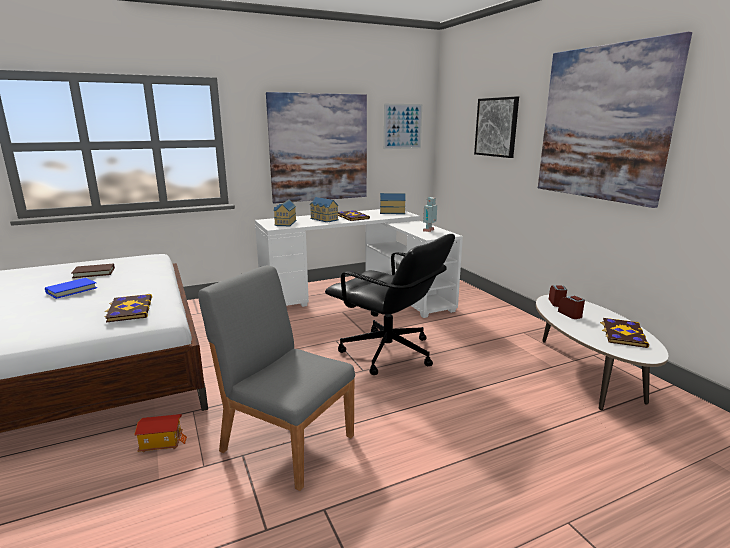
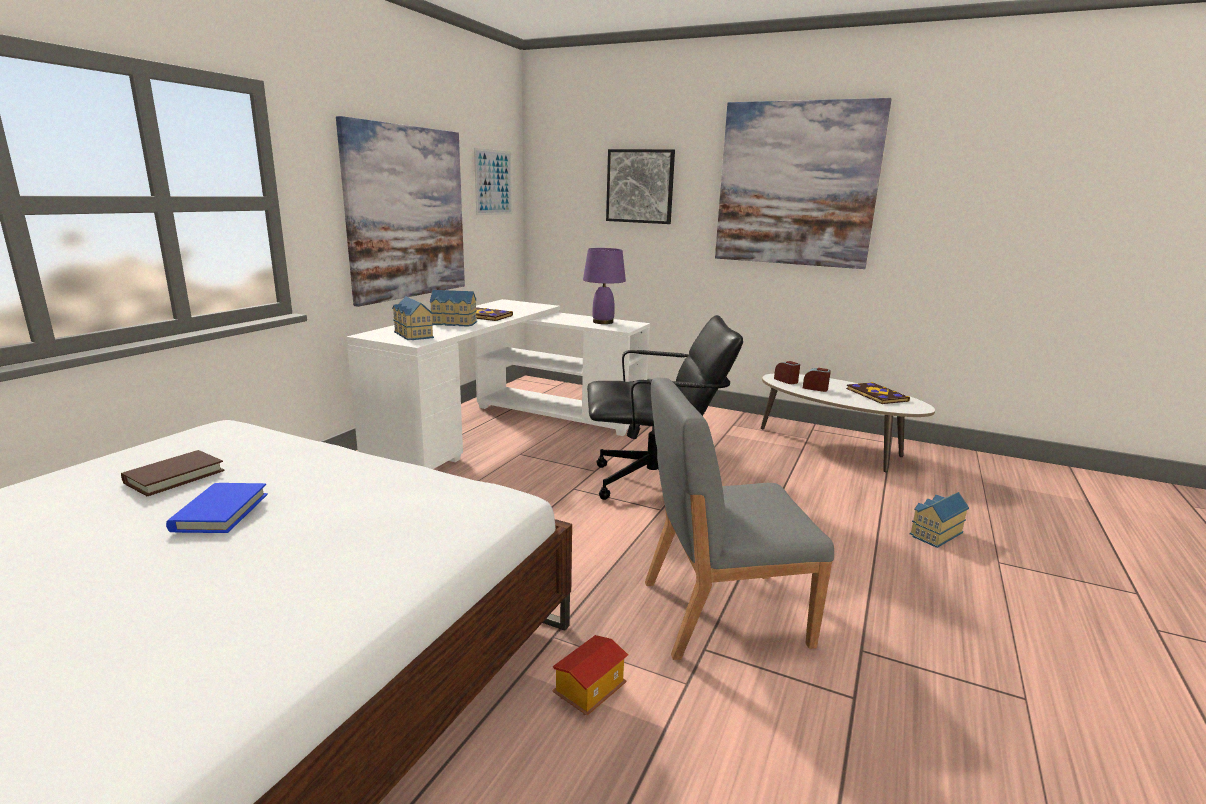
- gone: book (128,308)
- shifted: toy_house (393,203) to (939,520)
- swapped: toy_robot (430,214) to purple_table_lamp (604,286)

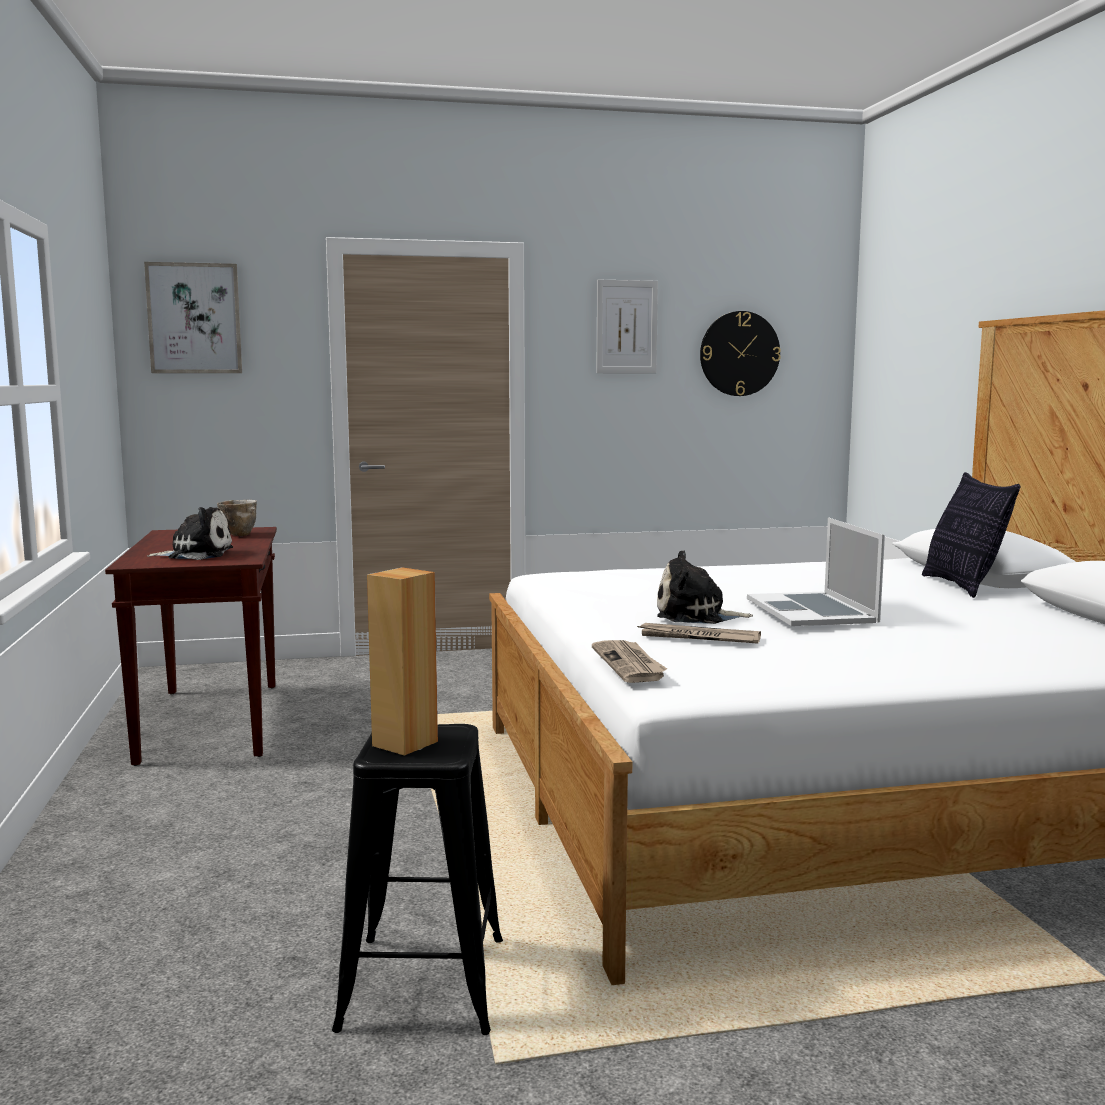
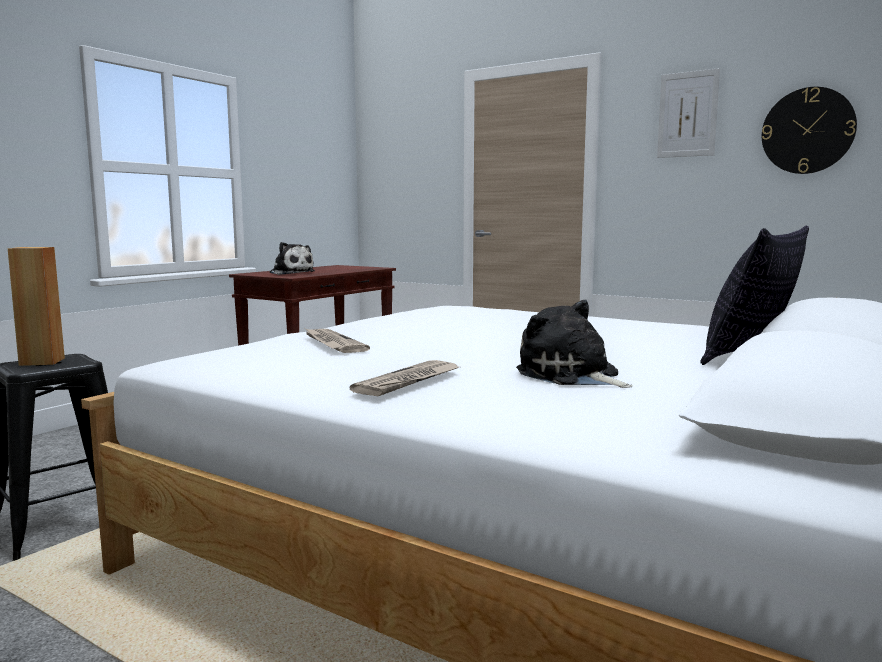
- gone: picture (193,317)
- gone: bowl (237,518)
- gone: laptop (816,571)
- shifted: newspaper (629,661) to (404,378)
- shifted: plush_toy (705,587) to (574,344)

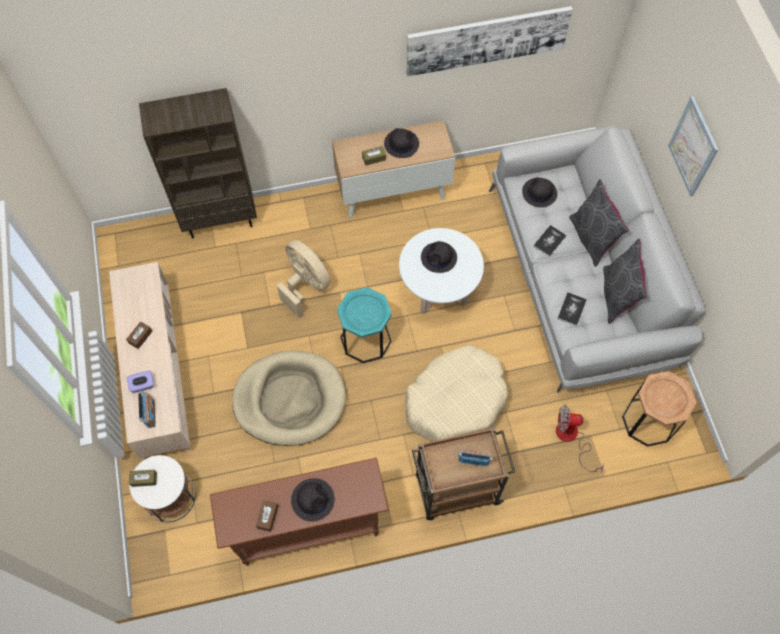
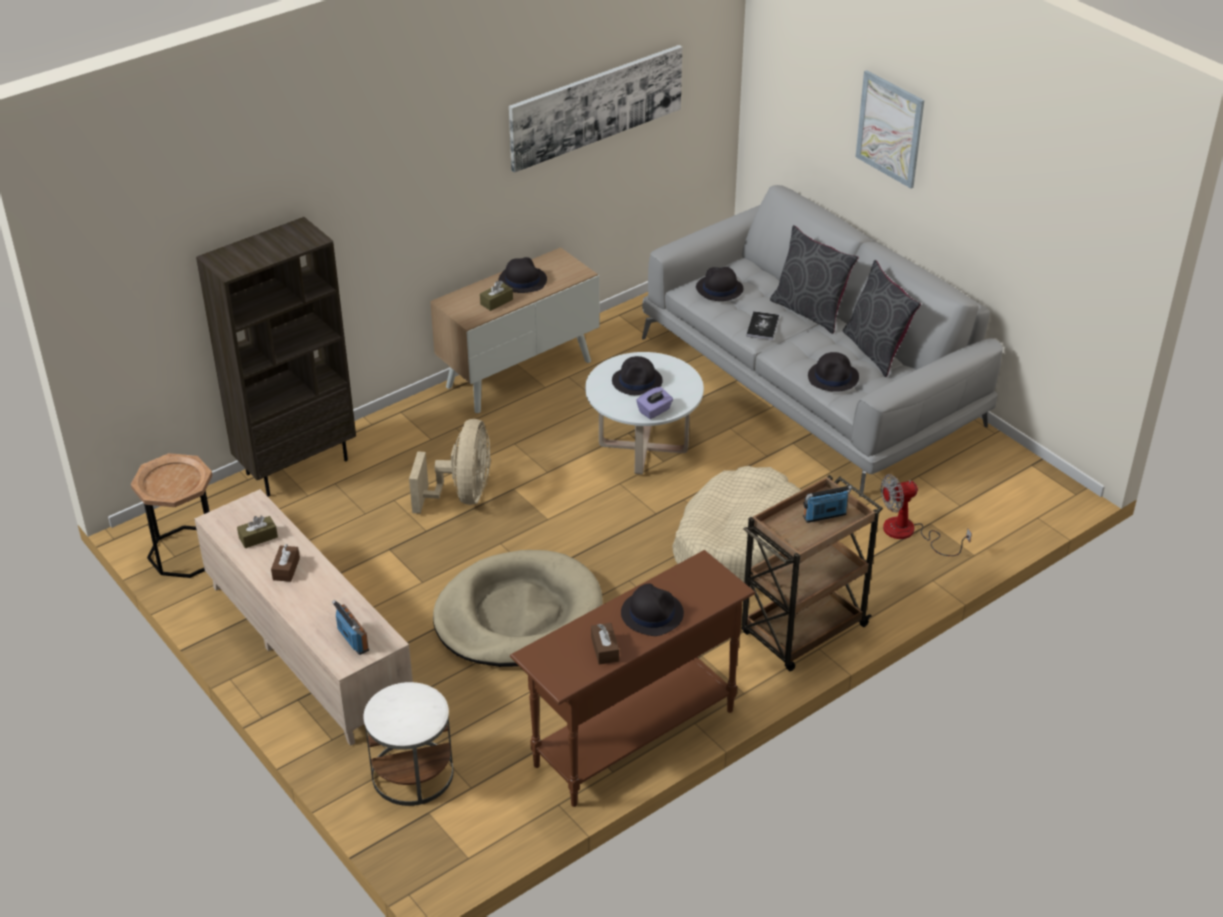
- gone: turquoise_side_table (364,325)
- shifted: purple_tissue_box (140,382) to (654,403)
- shifted: brown_tissue_box (143,478) to (257,532)
- shifted: brown_side_table (659,409) to (172,515)
- swapped: book (572,309) to black_hat (833,372)
- rotated: beige_fan (304,279) = (450,466) 75 degrees clockwise

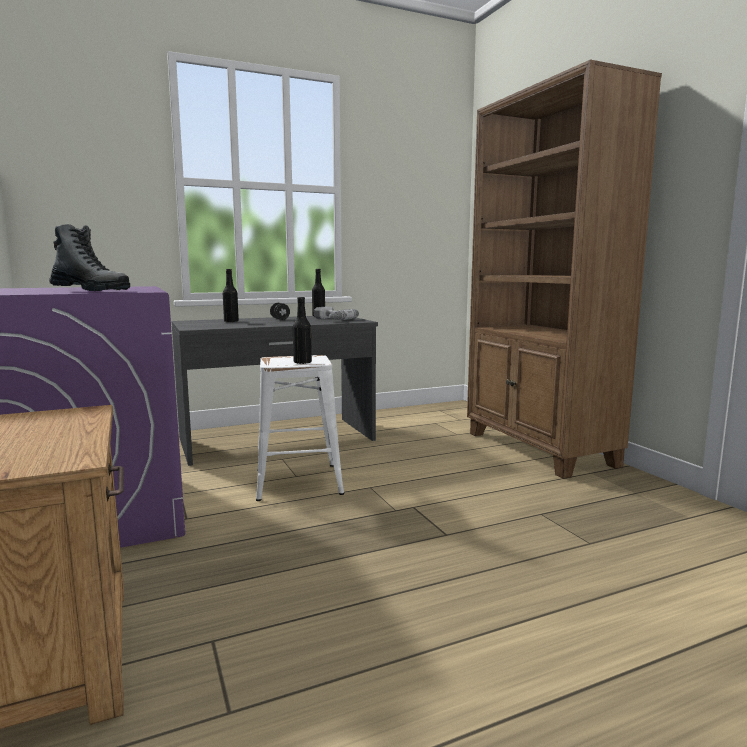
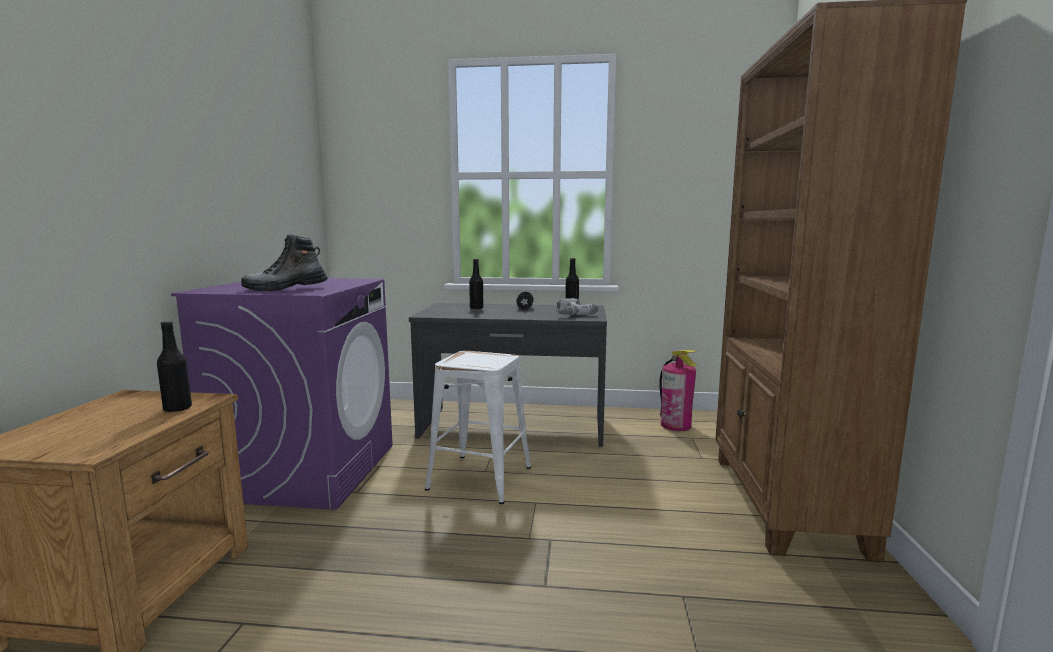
- new: fire_extinguisher (678,390)
- shifted: black_bottle (302,330) to (174,366)
- rotated: boot (89,257) = (284,263) 105 degrees clockwise

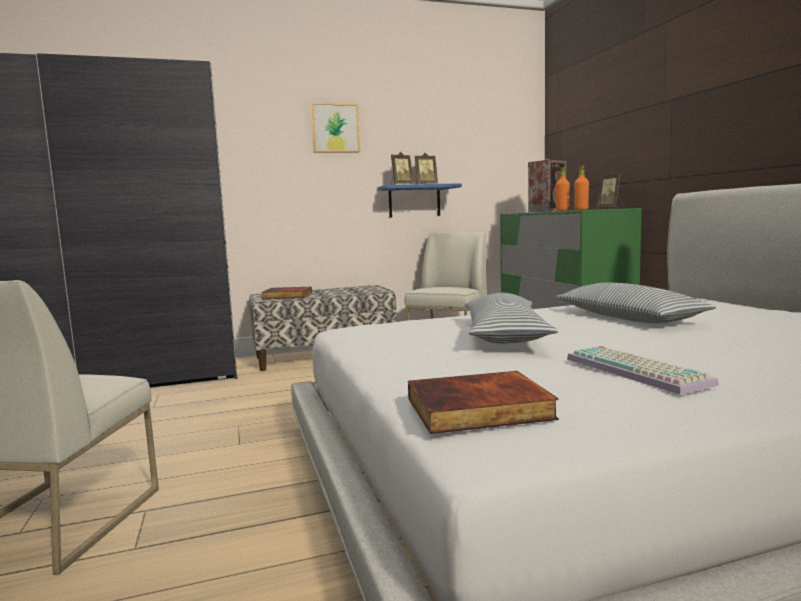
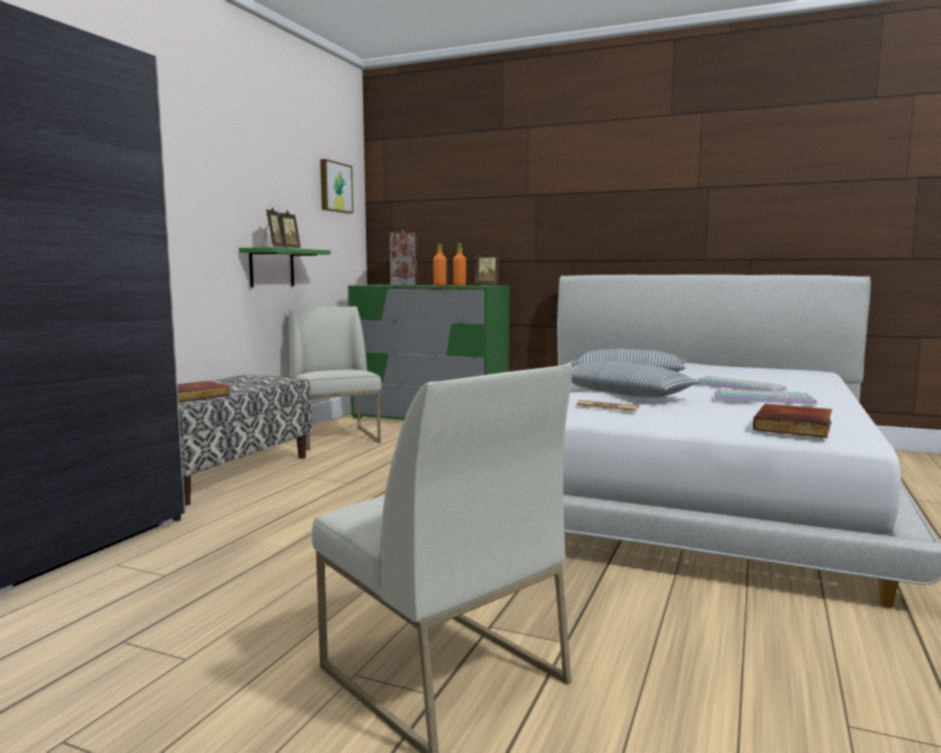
- new: newspaper (607,406)
- new: keyboard (741,384)
- shifted: picture (335,127) to (336,186)
- repainted: blue_shelf (419,200) to green_shelf (285,267)

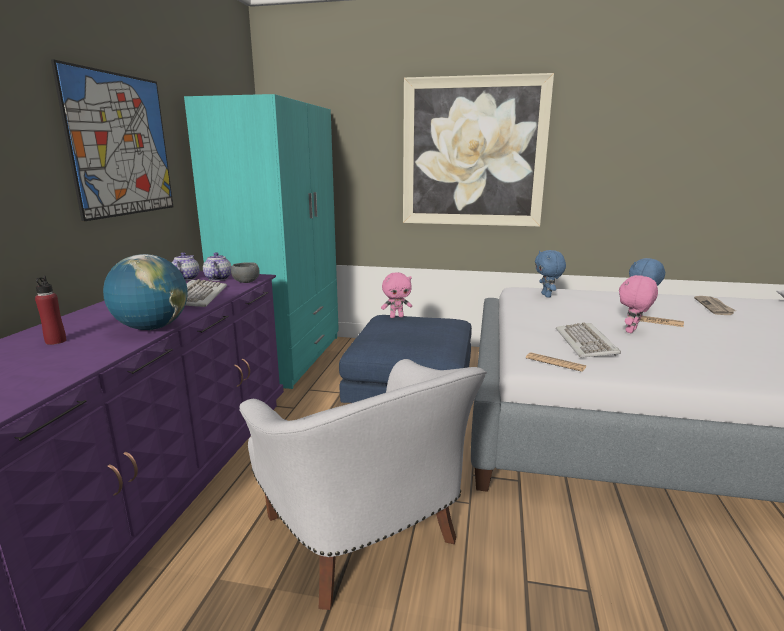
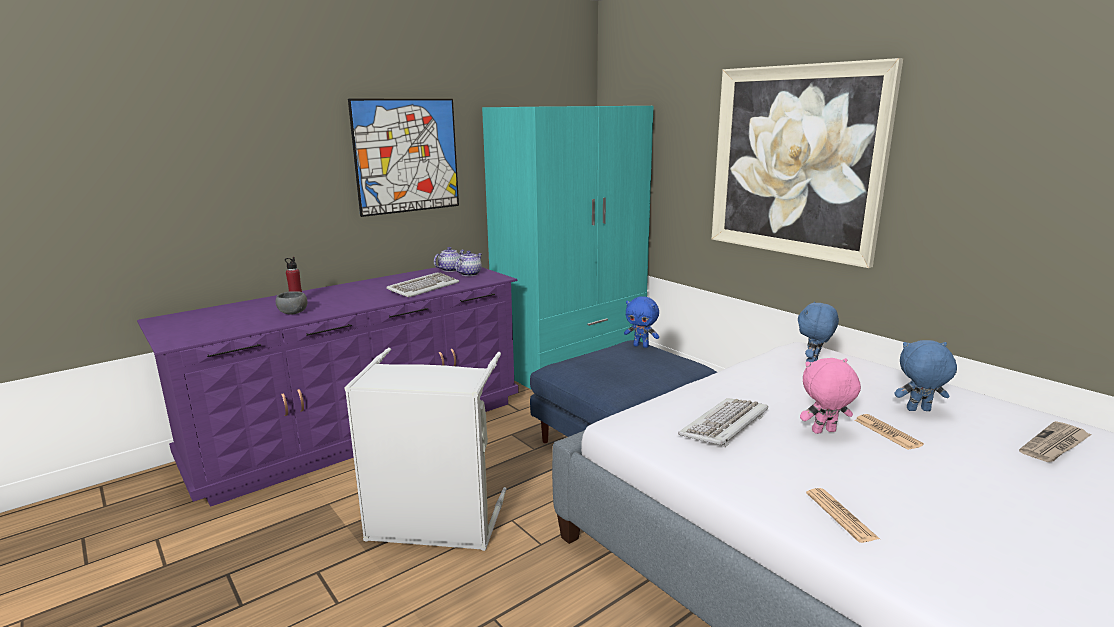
- gone: globe (145,292)
- shifted: grey_bowl (245,272) to (292,303)
- shifted: newspaper (556,362) to (843,515)
- swapped: white_armchair (363,484) to grey_laundry_basket (425,449)
- repainted: pink_plush_toy (396,295) to blue_plush_toy (641,322)

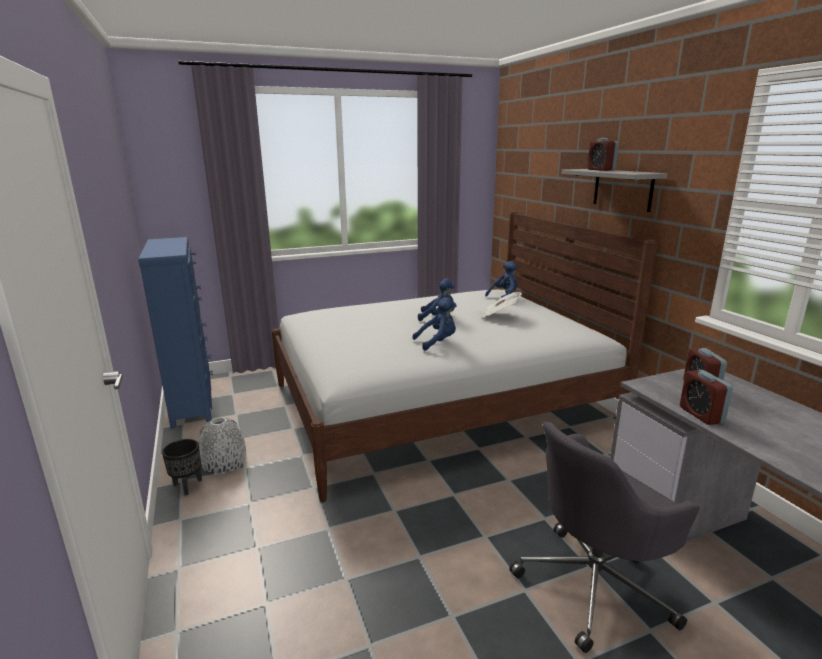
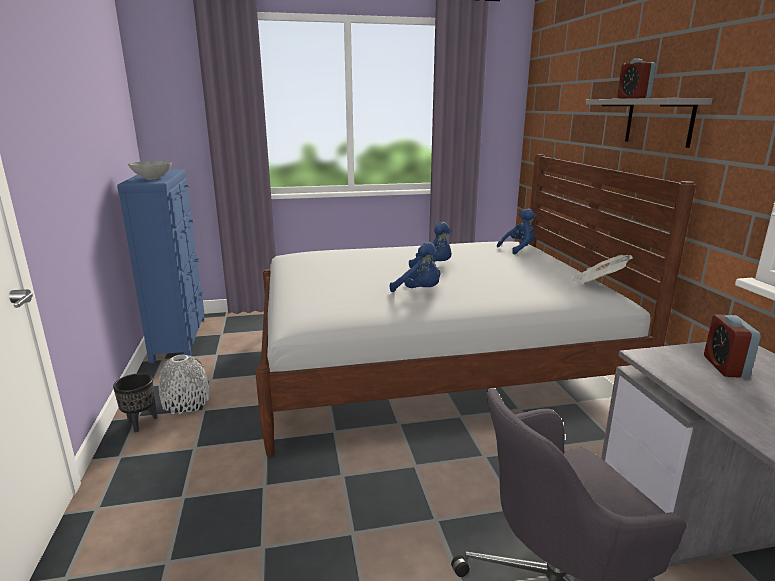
- gone: alarm_clock (706,397)
- new: grey_bowl (150,170)
- shifted: newspaper (499,305) to (601,269)
- rotated: blue_plush_toy (435,324) = (415,267) 45 degrees clockwise

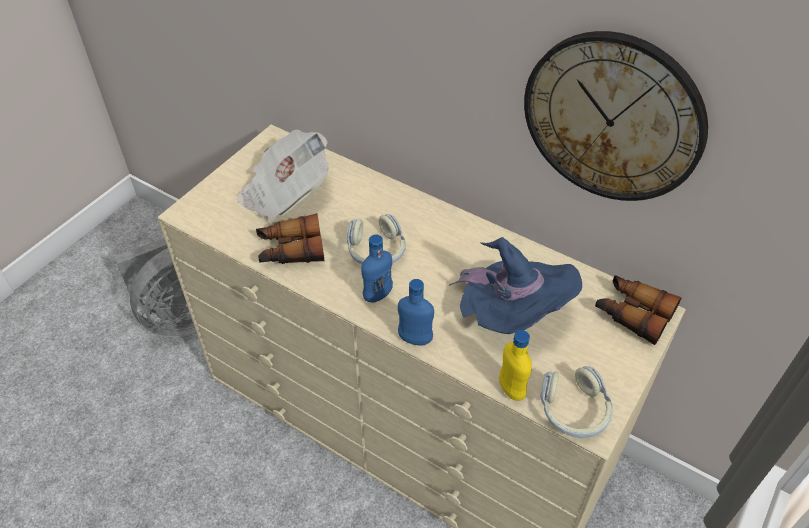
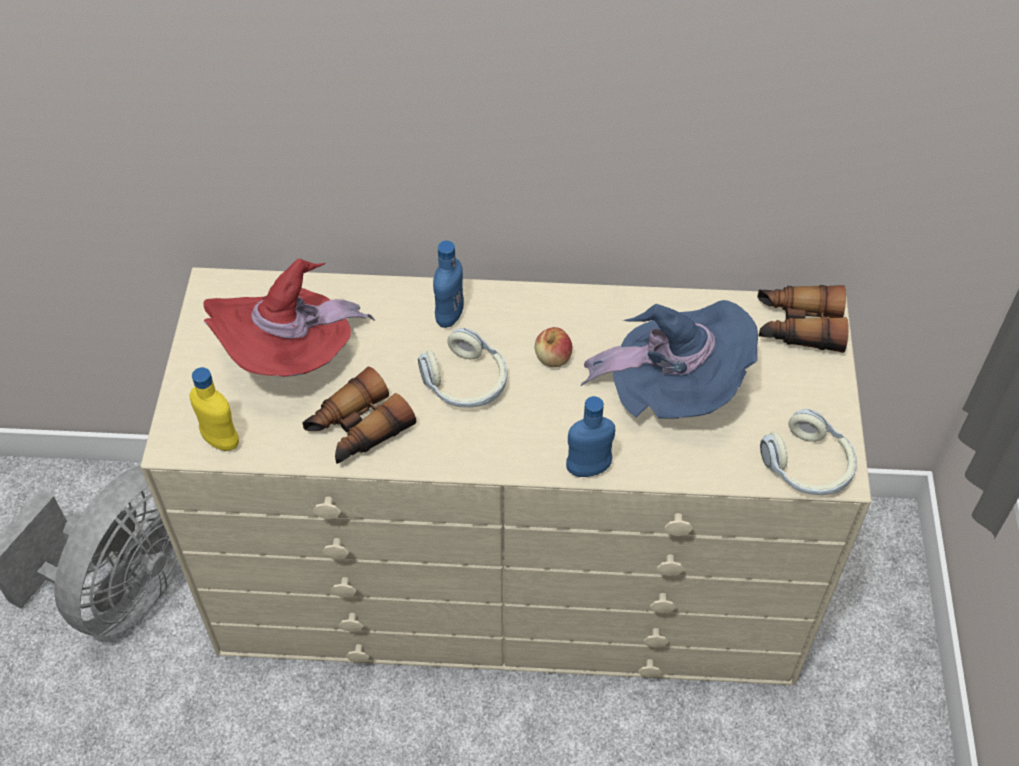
- gone: wall_clock (616,116)
- new: apple (553,347)
- shifted: blue_bottle (377,268) to (448,284)
- shifted: yellow_bottle (515,365) to (214,409)
- swapped: newspaper (283,175) to red_hat (289,318)

